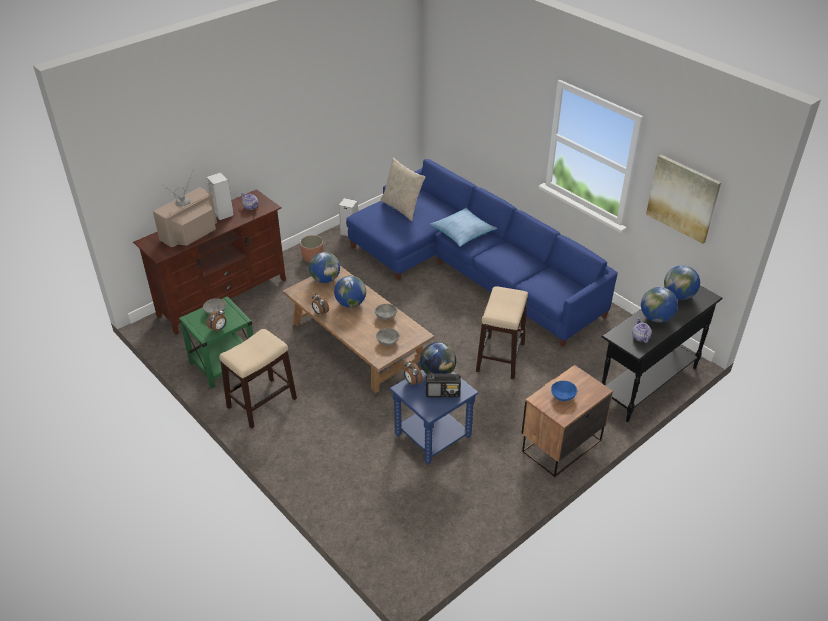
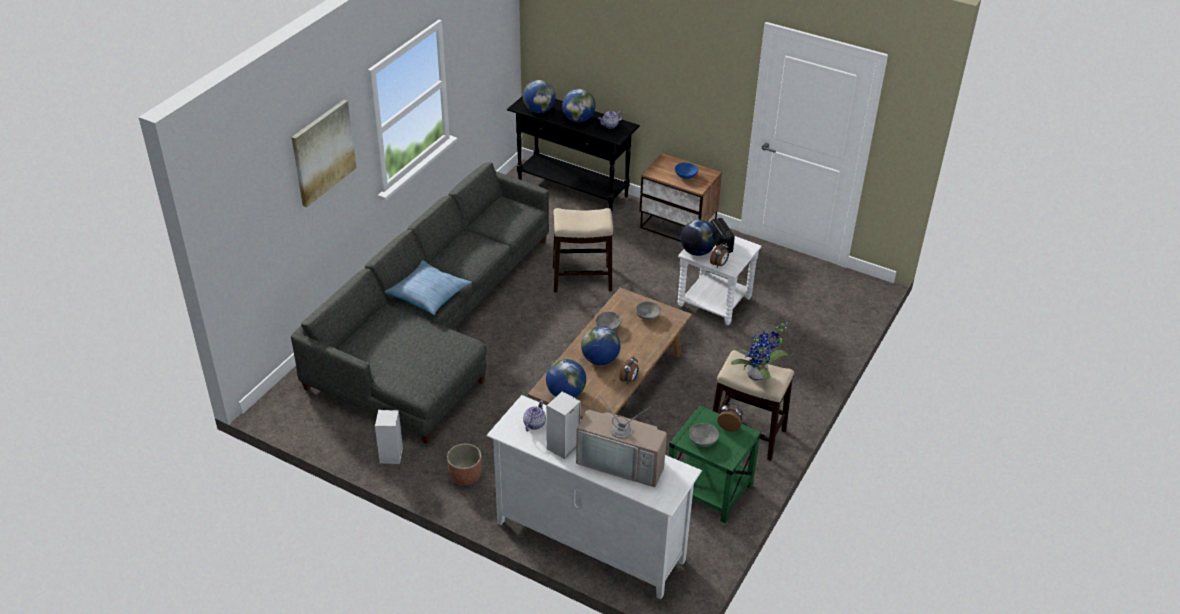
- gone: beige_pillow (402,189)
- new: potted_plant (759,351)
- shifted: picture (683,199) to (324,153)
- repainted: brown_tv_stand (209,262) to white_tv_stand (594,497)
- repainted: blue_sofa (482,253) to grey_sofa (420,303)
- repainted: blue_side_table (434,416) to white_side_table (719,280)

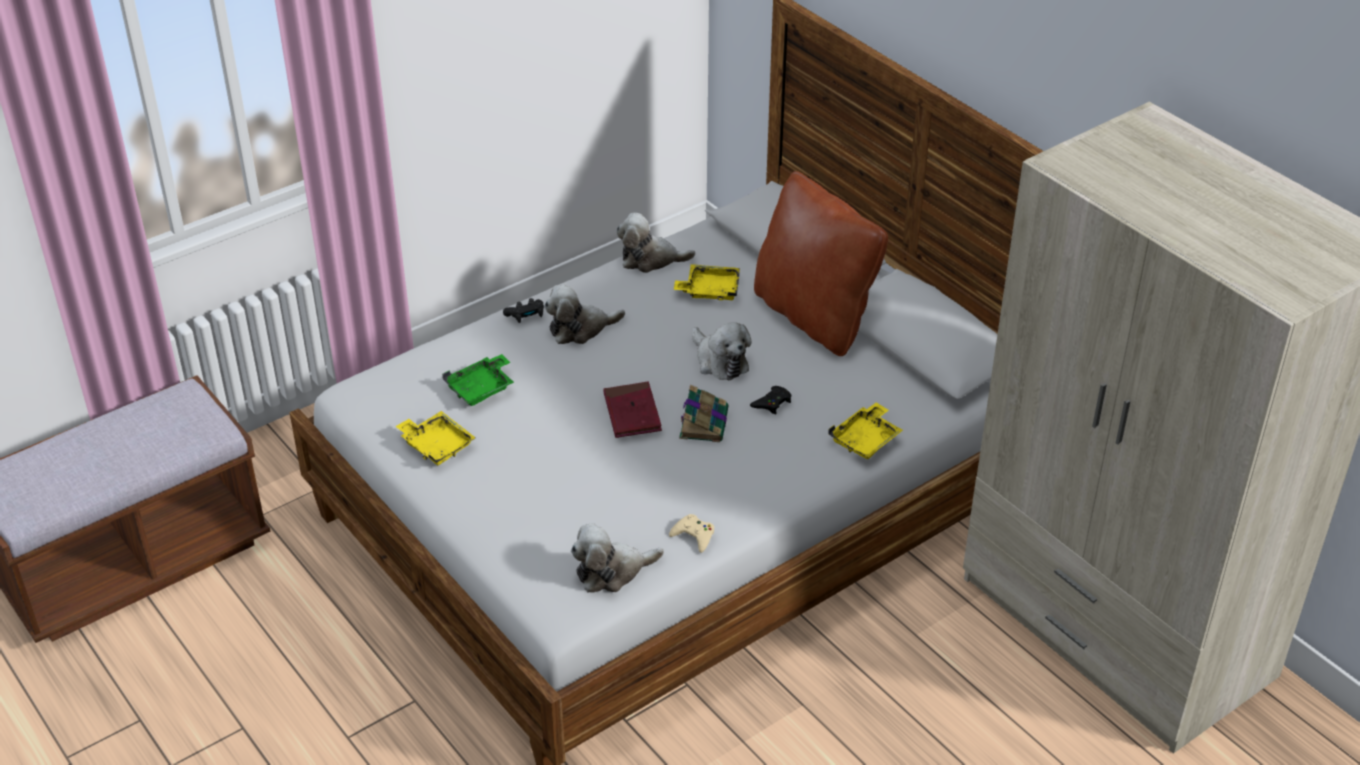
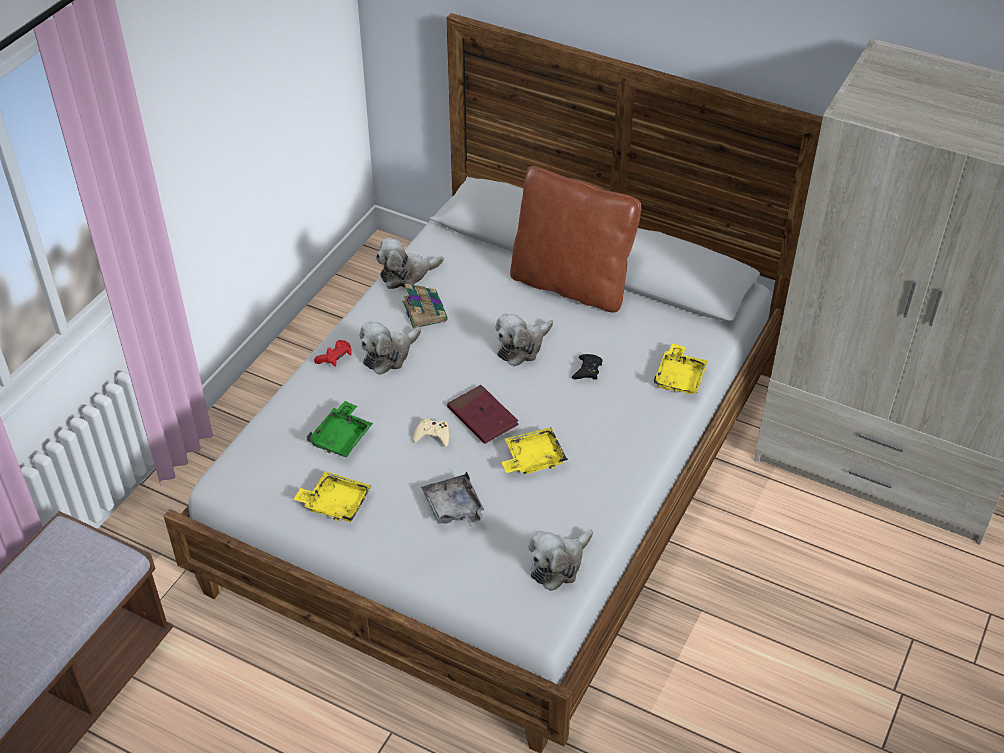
- new: grey_tray (453,498)
- shifted: beige_game_controller (691,533) to (431,432)
- shifted: yellow_tray (707,282) to (534,451)
- shifted: book (703,413) to (425,306)
- repainted: black_game_controller (523,310) to red_game_controller (333,353)
- rotated: plush_toy (722,351) = (524,340) 105 degrees clockwise

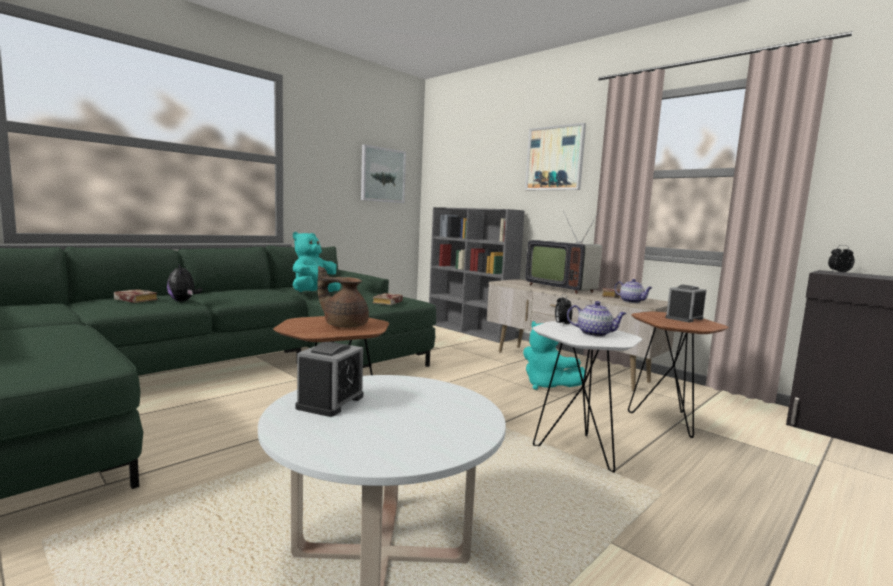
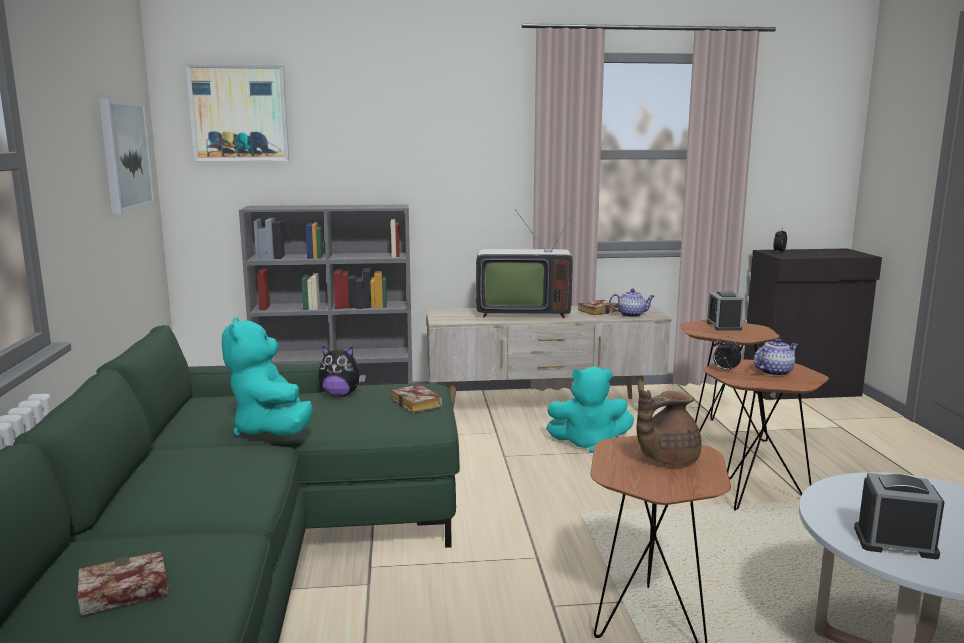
- shifted: plush_toy (184,283) to (342,371)
- shifted: picture (555,156) to (237,112)
- repainted: white_side_table (587,397) to brown_side_table (766,435)
- rotated: alarm_clock (329,379) = (899,516) 45 degrees counterclockwise

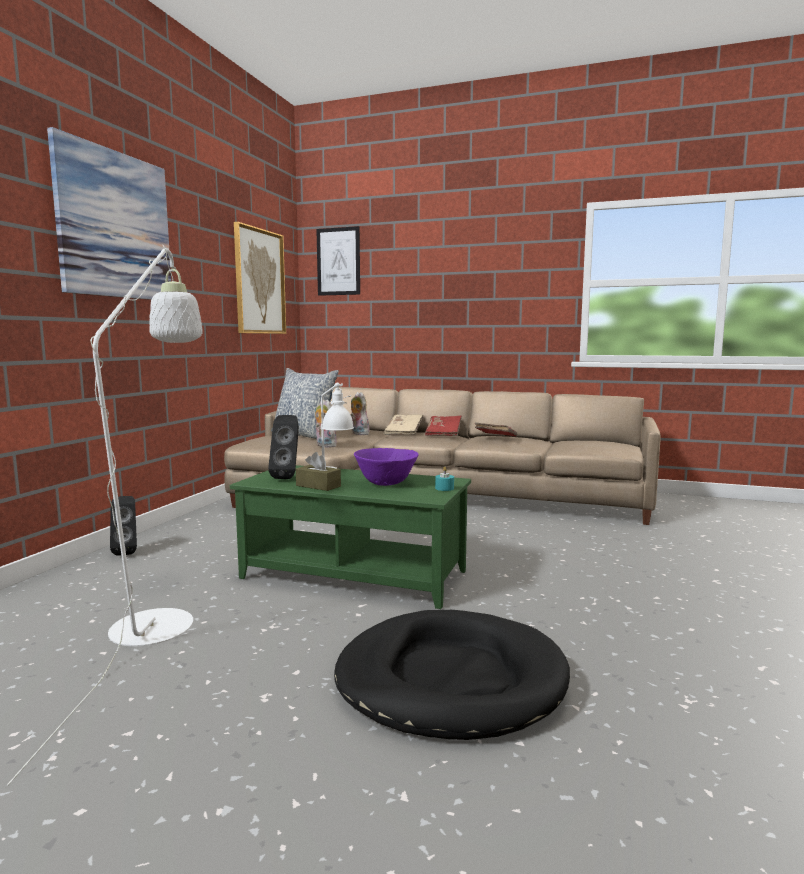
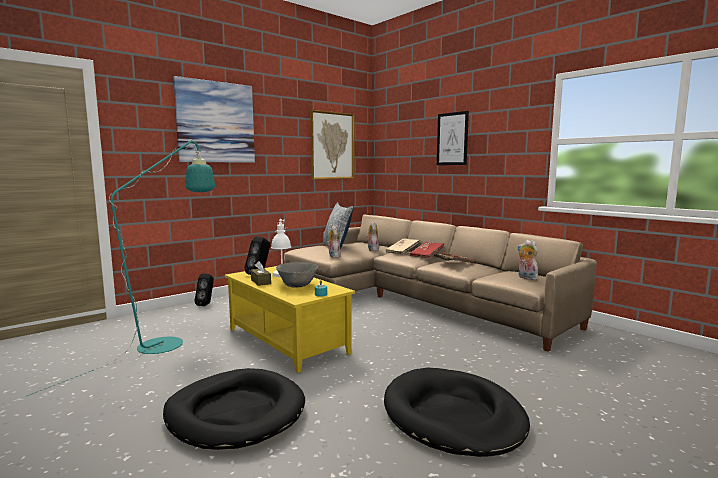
- new: black_dog_bed (457,412)
- new: plush_toy (527,260)
- shifted: picture (338,261) to (453,138)
- repainted: white_floor_lamp (105,515) to turquoise_floor_lamp (120,268)
- repainted: green_coffee_table (350,537) to yellow_coffee_table (290,319)
- repainted: purple_bowl (386,467) to grey_bowl (297,275)

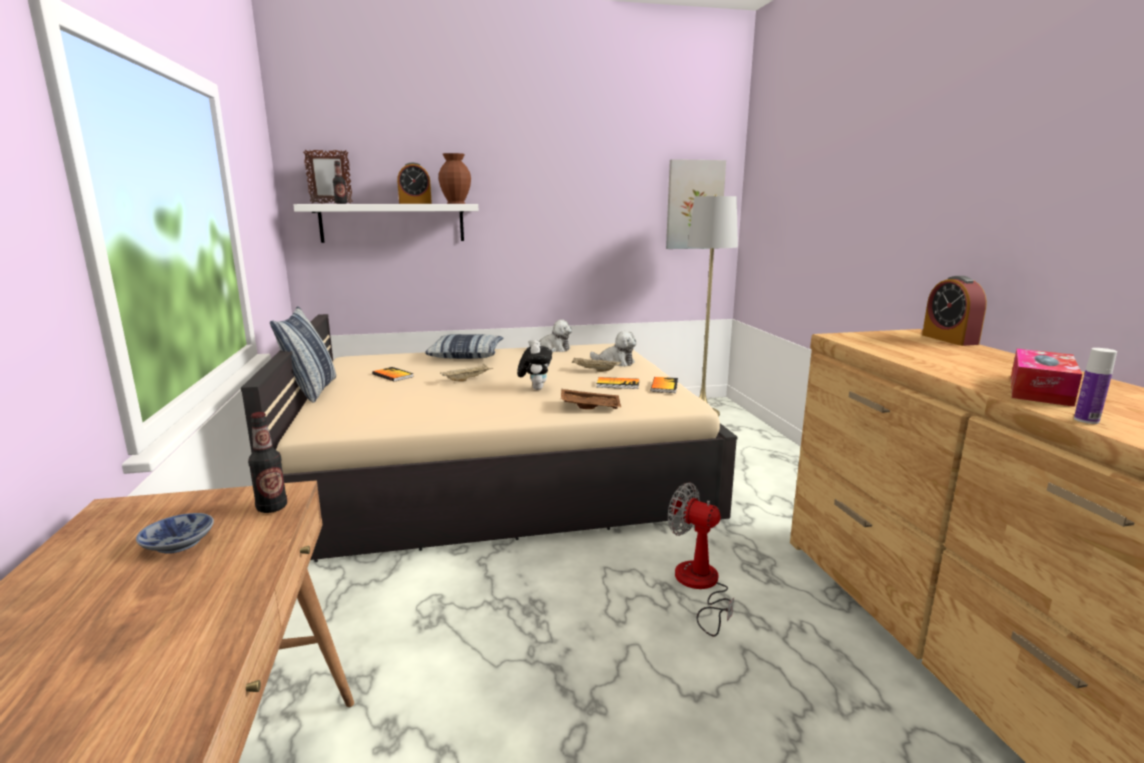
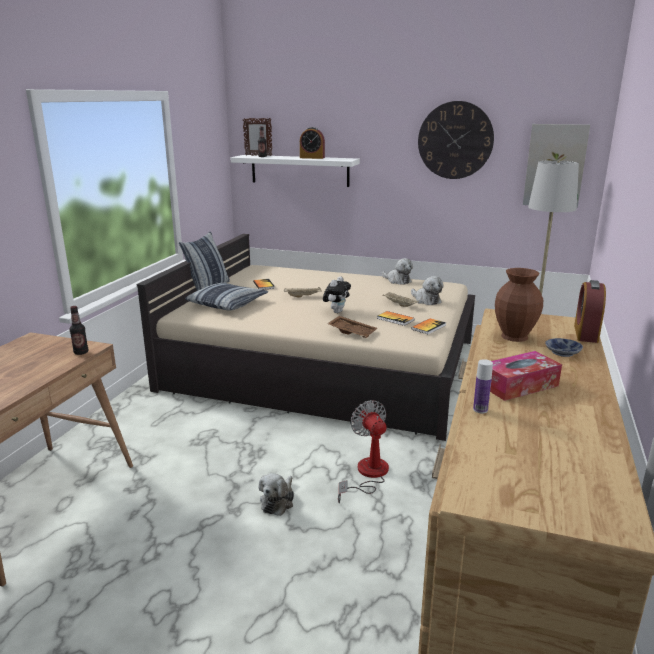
- new: plush_toy (276,494)
- new: wall_clock (456,140)
- shifted: bowl (175,533) to (564,347)
- shifted: pillow (464,346) to (226,296)
- shifted: brown_vase (455,178) to (519,305)

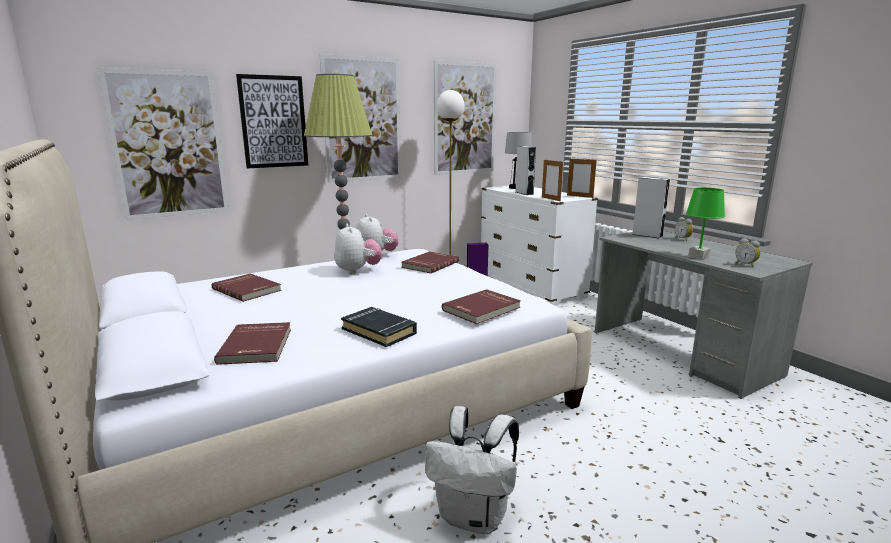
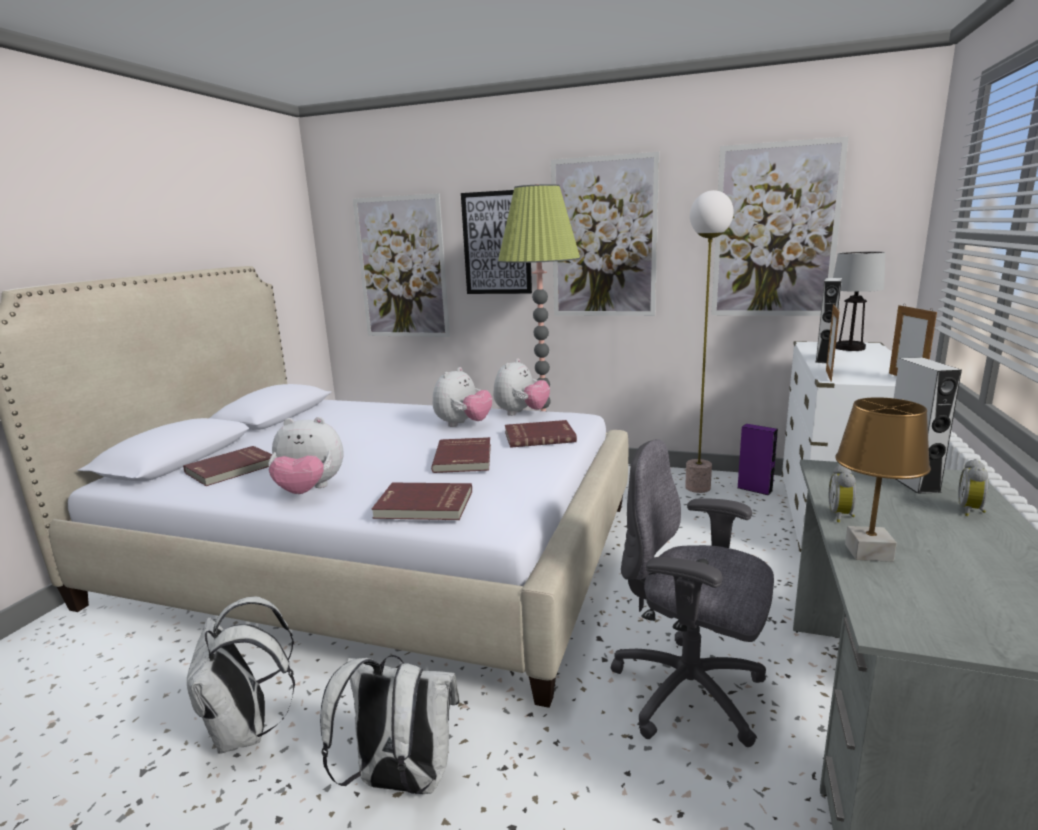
- new: white_backpack (389,724)
- new: grey_office_chair (692,593)
- shifted: red_book (246,288) to (461,455)
- shifted: alarm_clock (747,252) to (842,493)
- swapped: black_book (379,327) to plush_toy (306,455)
- repainted: green_table_lamp (705,224) to brown_table_lamp (883,479)

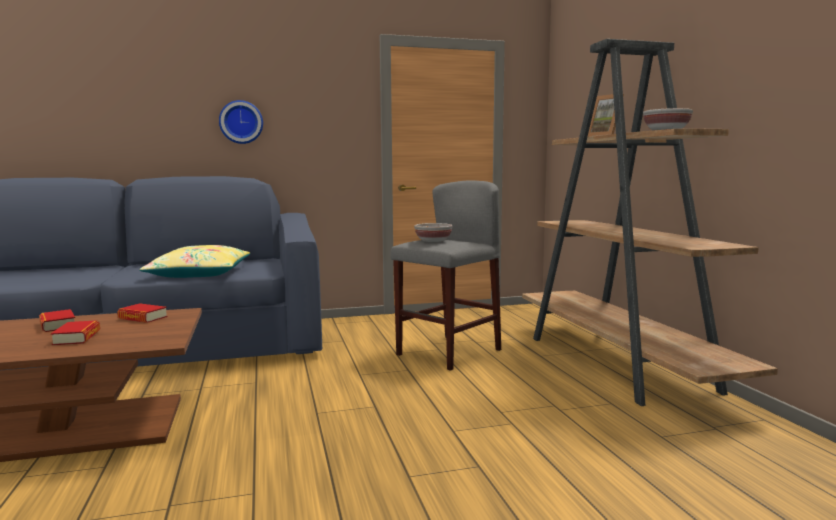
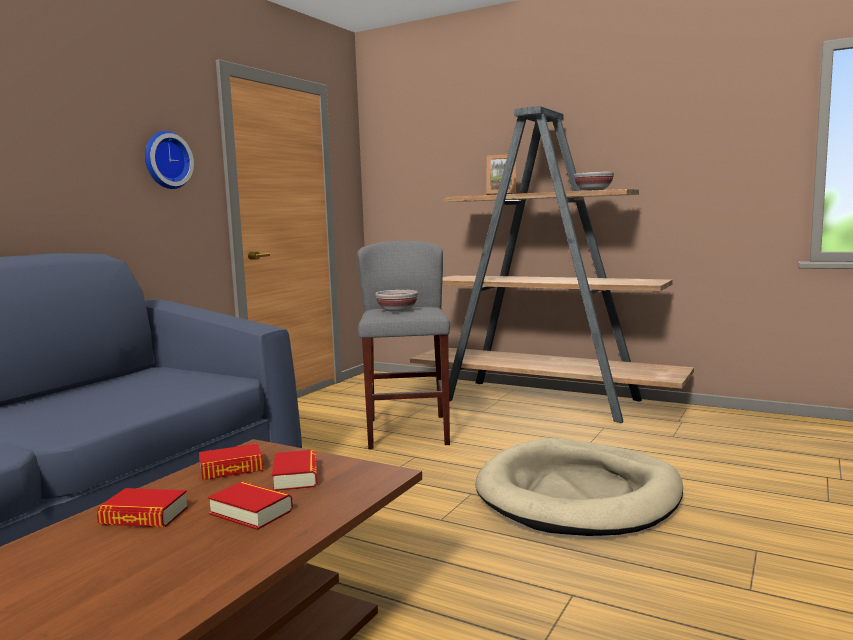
- gone: yellow_pillow (194,261)
- new: book (294,470)
- new: beige_dog_bed (579,487)
- shifted: wall_clock (241,122) to (169,160)

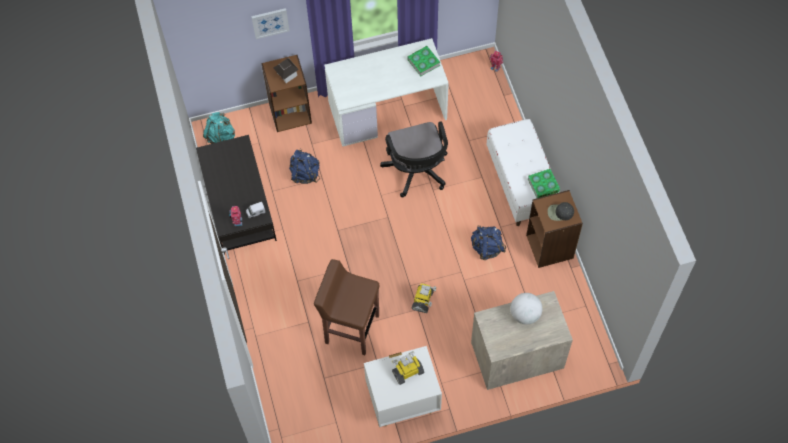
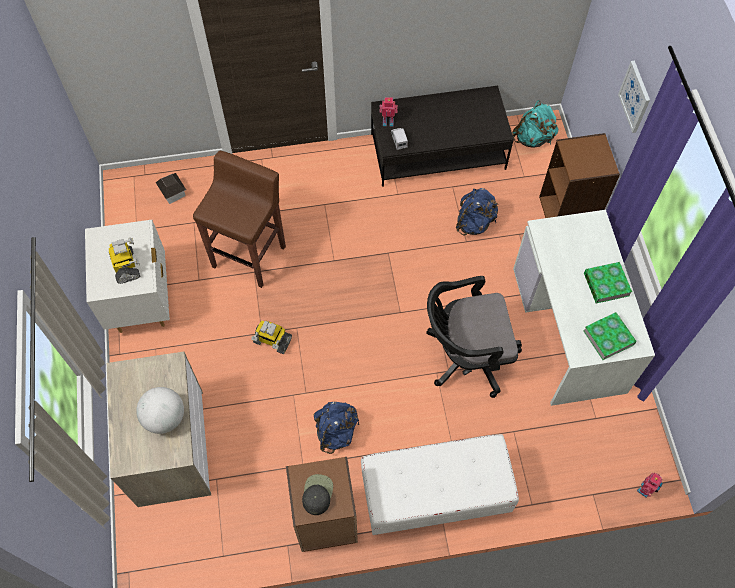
- shifted: toy_house (286,70) to (170,188)
- shifted: book (544,183) to (608,283)

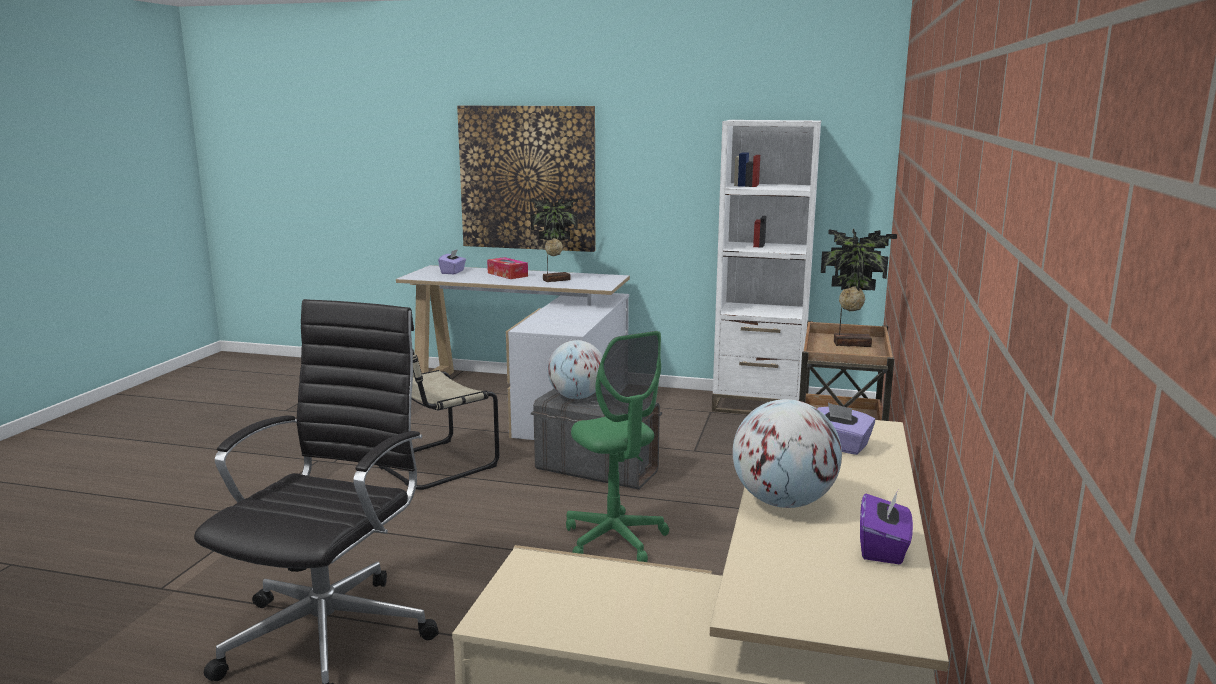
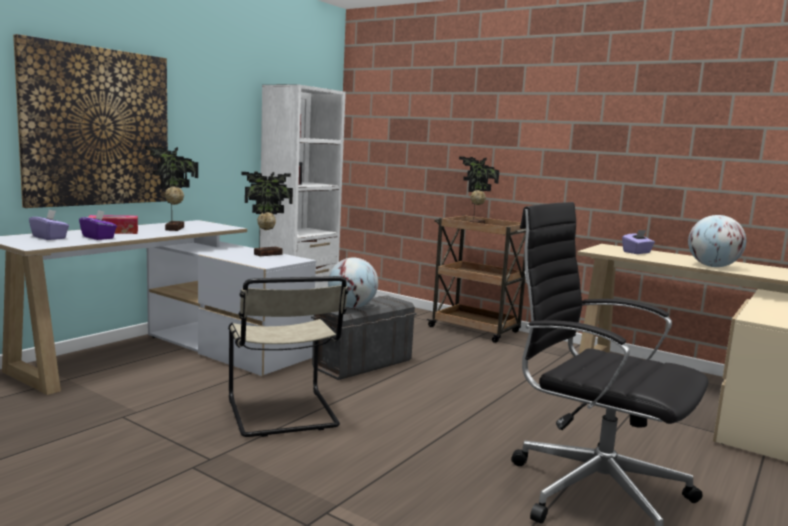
- gone: green_office_chair (617,446)
- new: potted_plant (267,213)
- shifted: purple_tissue_box (886,527) to (98,225)

